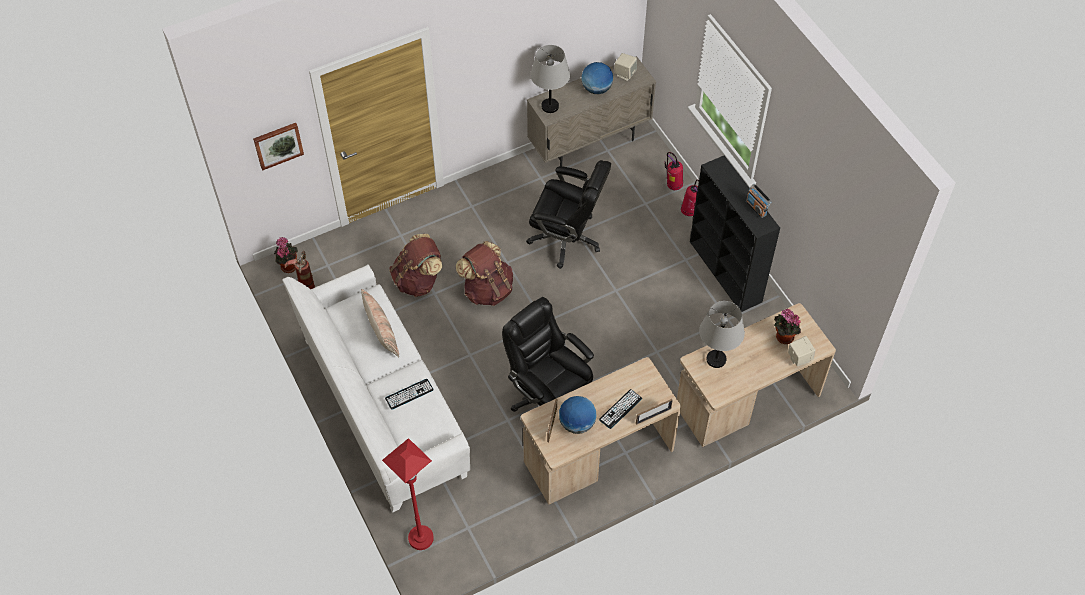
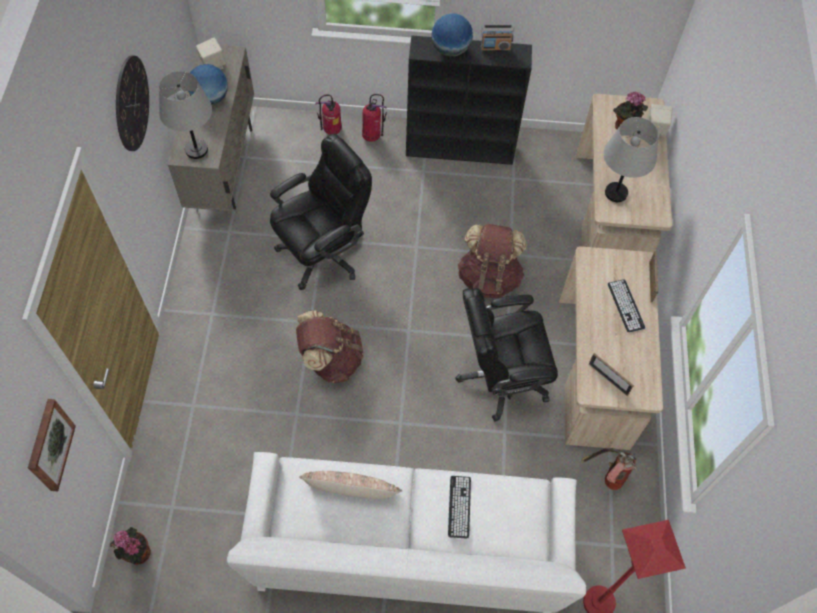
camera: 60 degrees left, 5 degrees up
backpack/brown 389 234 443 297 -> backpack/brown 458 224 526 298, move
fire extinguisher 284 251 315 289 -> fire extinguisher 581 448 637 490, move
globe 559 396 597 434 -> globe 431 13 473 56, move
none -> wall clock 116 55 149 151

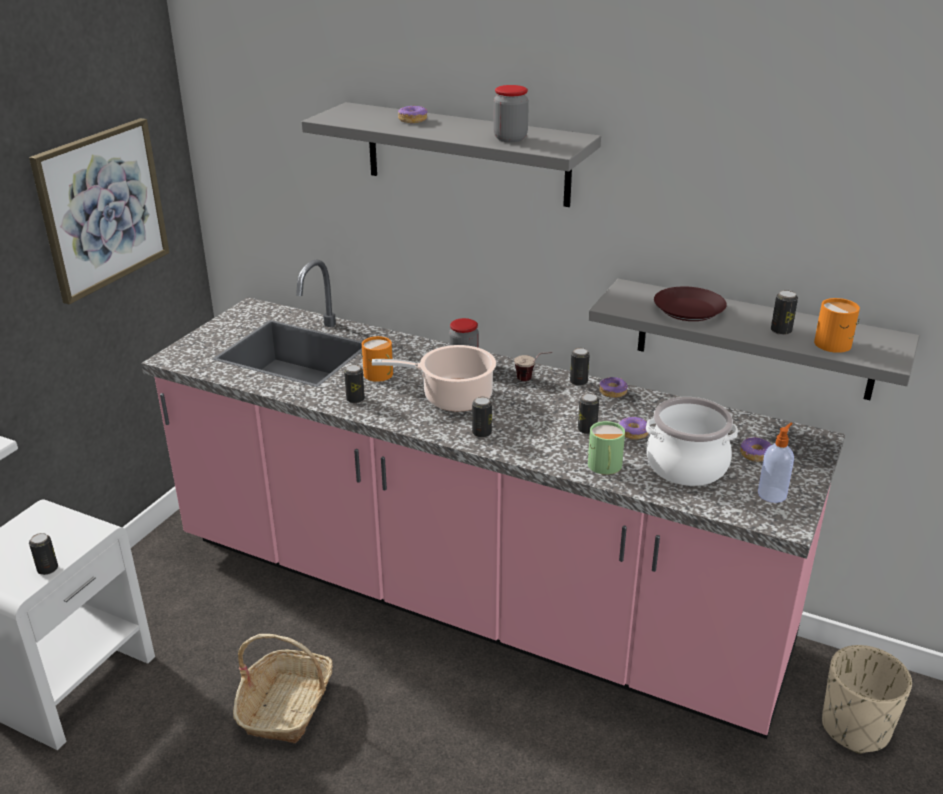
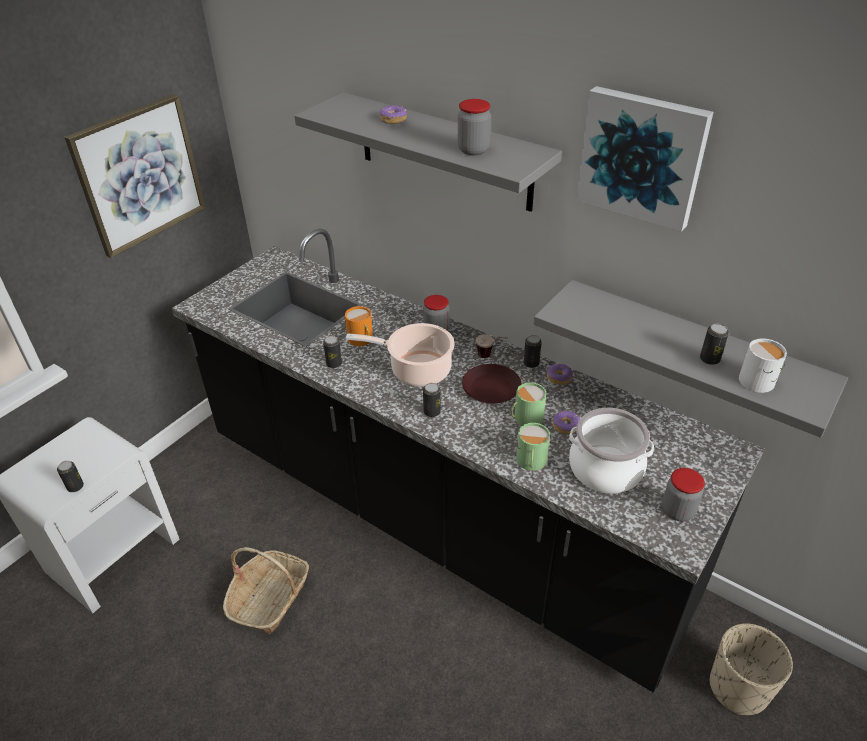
camera: 10 degrees right, 10 degrees up
counter/pink 141 259 845 739 -> counter/black 172 229 765 693
plate/brown 654 286 727 321 -> plate/brown 462 364 521 404, move
mug/orange 814 298 860 353 -> mug/white 739 339 787 393
can 578 393 599 434 -> mug/green 511 382 546 426
soap dispenser 758 423 794 503 -> jar 662 468 705 521
donut 740 437 771 462 -> none
none -> picture 576 86 713 232

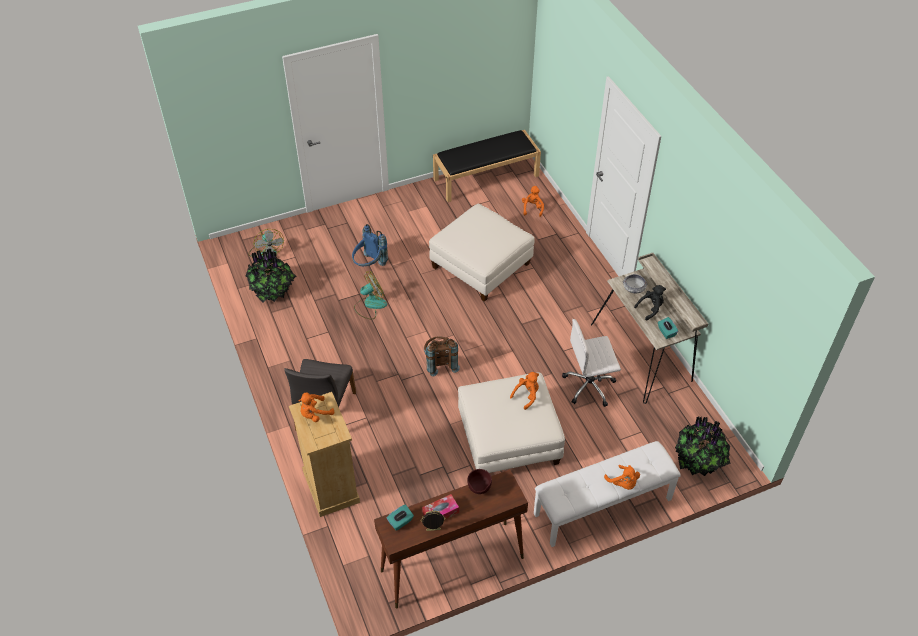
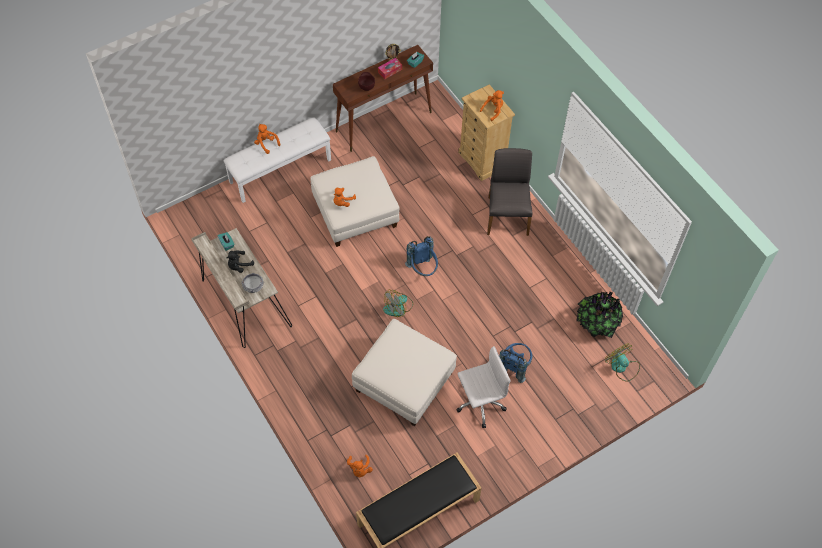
camera: 170 degrees right, 10 degrees up
fan 354 271 387 319 -> fan 383 290 413 317, move
office chair/white 562 319 621 407 -> office chair/white 456 346 511 428, move
backpack/brown 424 336 460 376 -> backpack/blue 405 236 438 276
potted plant 675 416 731 476 -> none

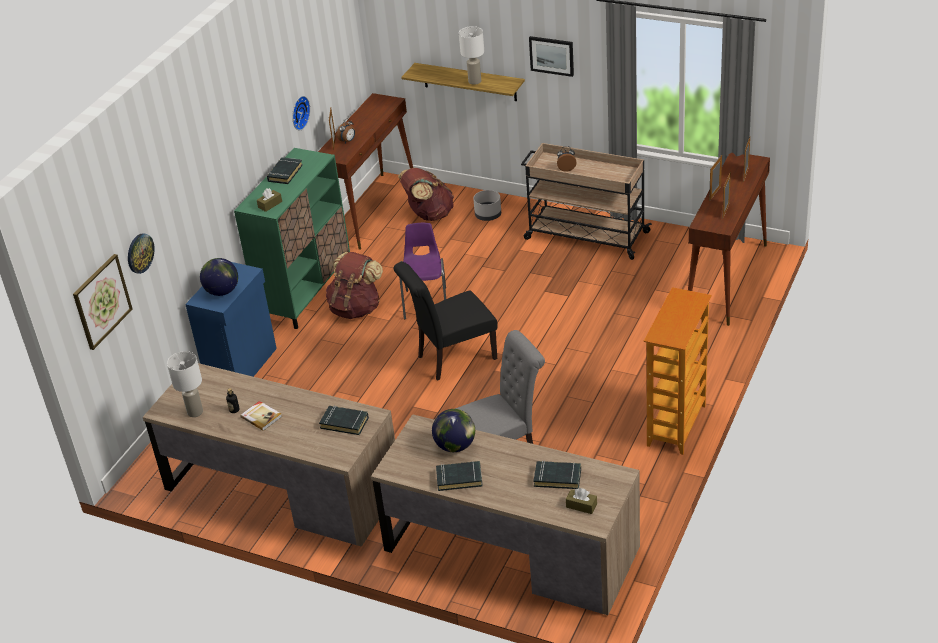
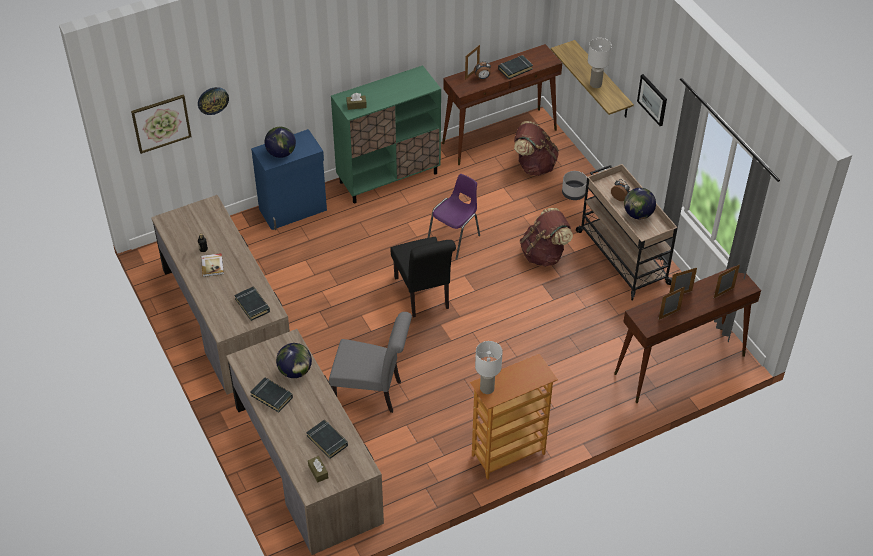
camera: 35 degrees right, 10 degrees up
wall clock 292 96 310 131 -> none
book/black 267 157 303 184 -> book/black 498 55 533 79, move
backpack/brown 326 252 383 319 -> backpack/brown 520 208 573 267, move
chair/black 393 262 498 381 -> chair/black 391 237 456 318, 120 degrees counterclockwise
table lamp/white 167 351 203 417 -> table lamp/white 475 341 503 394, move
none -> globe 624 188 656 220

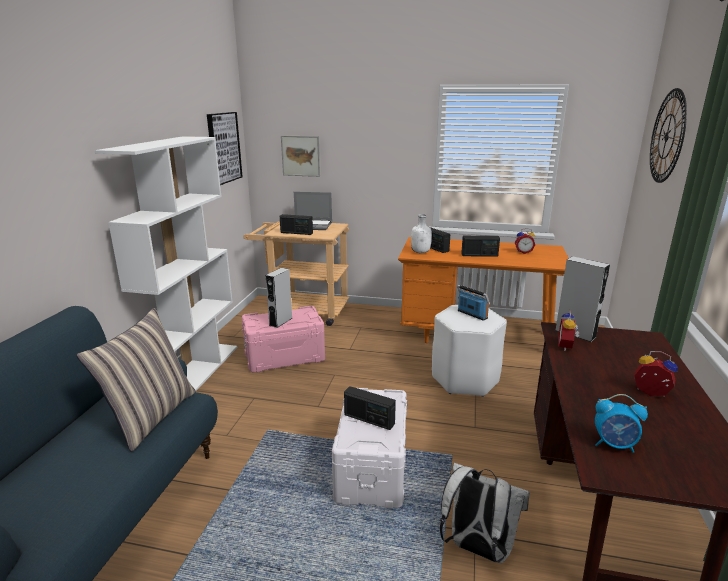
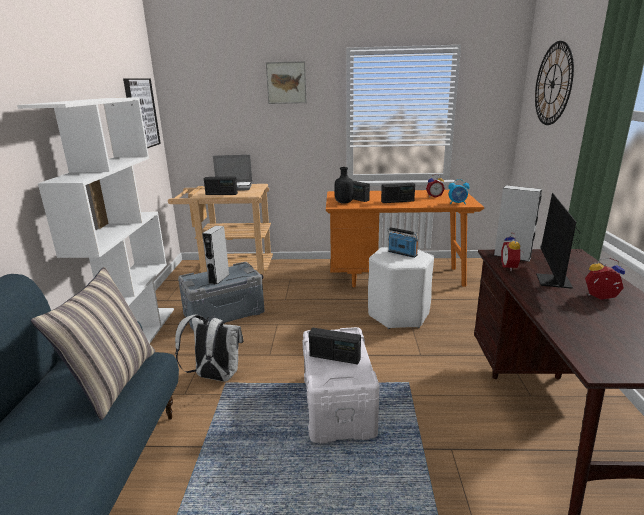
camera: 10 degrees left, 0 degrees up
picture 281 136 320 177 -> picture 266 61 307 104, move
bottle/white 411 214 432 253 -> bottle/black 335 167 354 204
storage box/pink 242 306 325 373 -> storage box/grey 178 262 265 329
alarm clock 595 394 648 453 -> alarm clock 448 179 470 205, move
backpack/white 440 463 530 563 -> backpack/white 175 314 244 382, move
none -> monitor 536 193 582 289

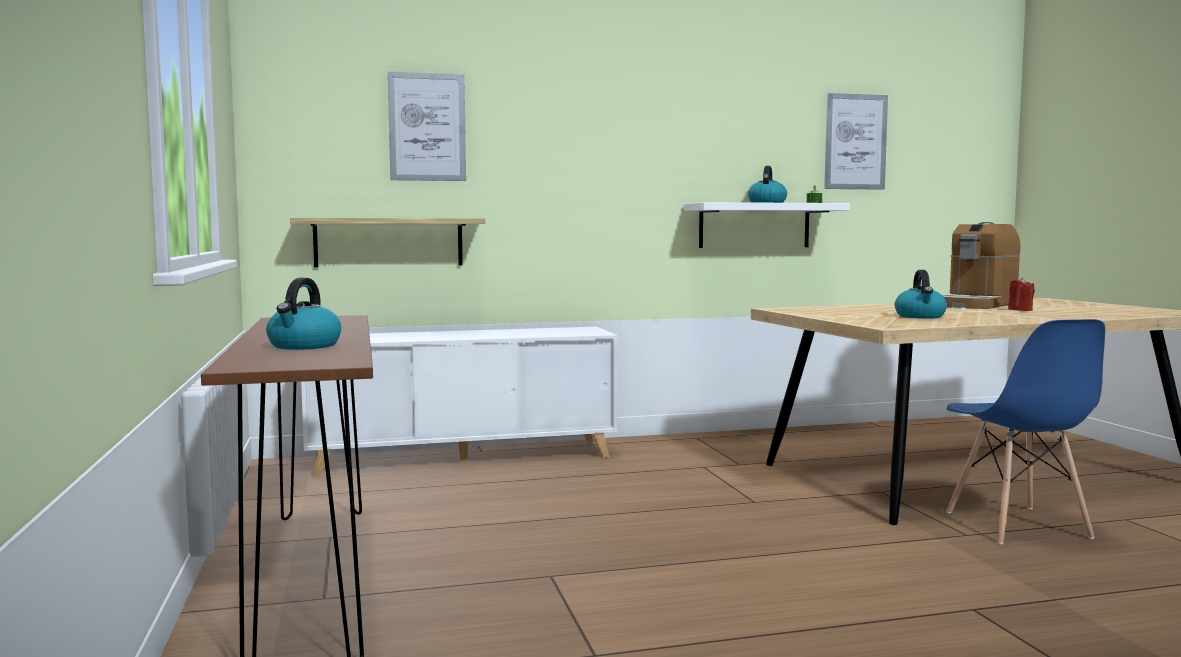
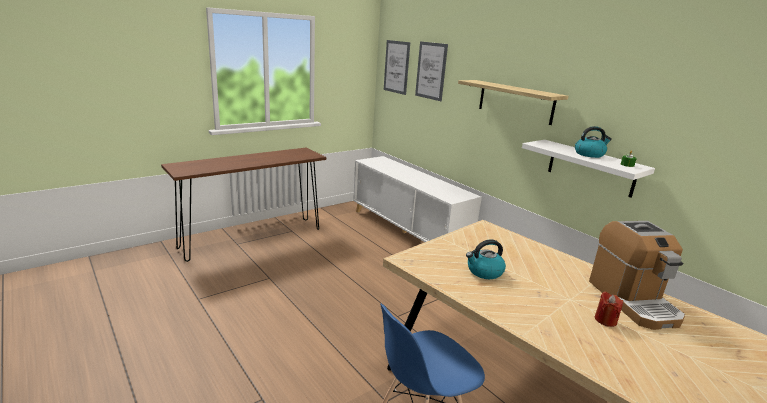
camera: 65 degrees right, 15 degrees up
picture 824 93 888 190 -> picture 384 40 410 95, move
shelf 290 218 485 267 -> shelf 458 80 569 125, move
coffee machine 942 222 1021 309 -> coffee machine 589 221 685 330, 120 degrees counterclockwise
kettle 266 278 341 350 -> none

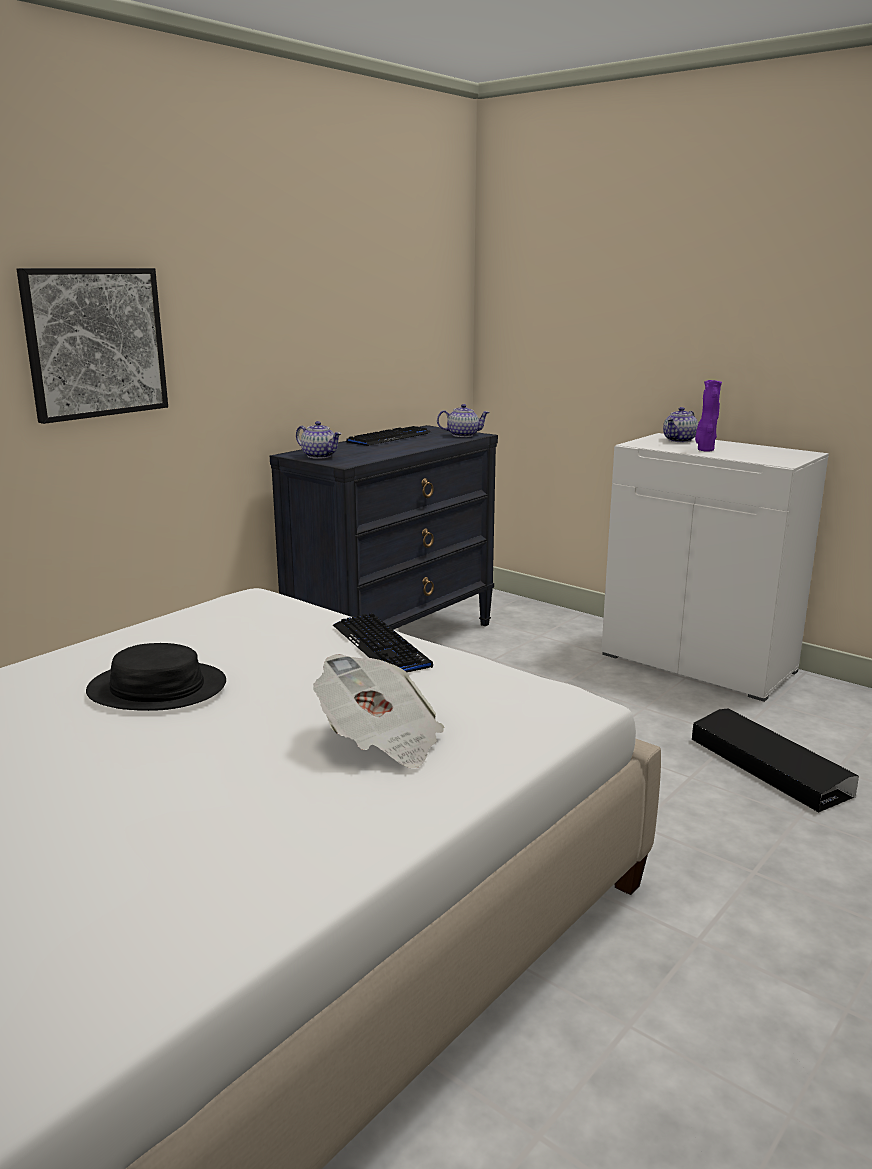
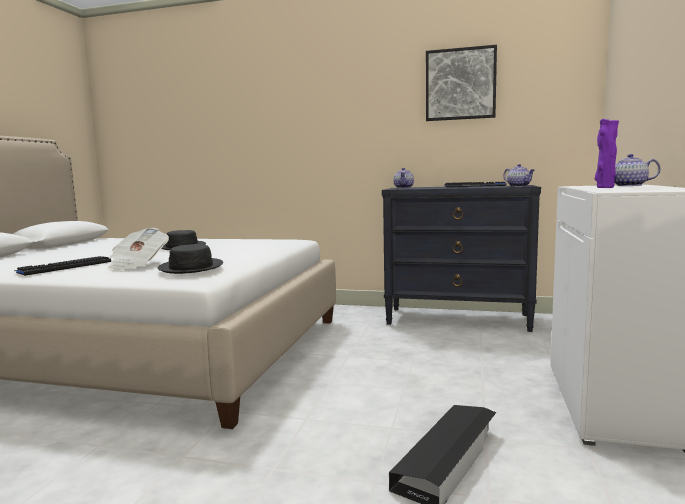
camera: 65 degrees right, 10 degrees down
picture 17 268 168 424 -> picture 426 45 497 121, move
keyboard 333 613 433 672 -> keyboard 14 256 111 276, move
none -> hat/black 158 244 223 274

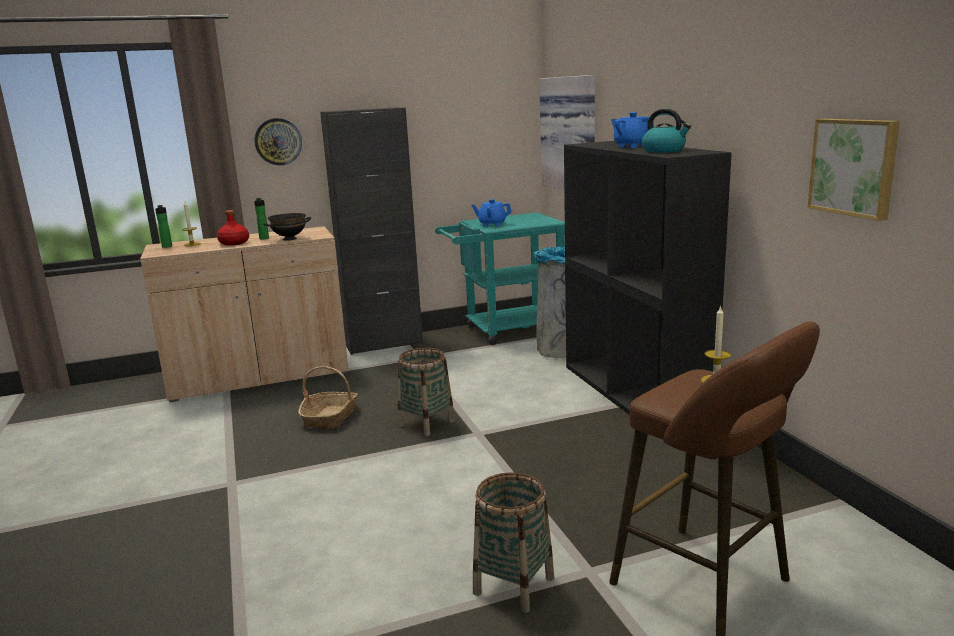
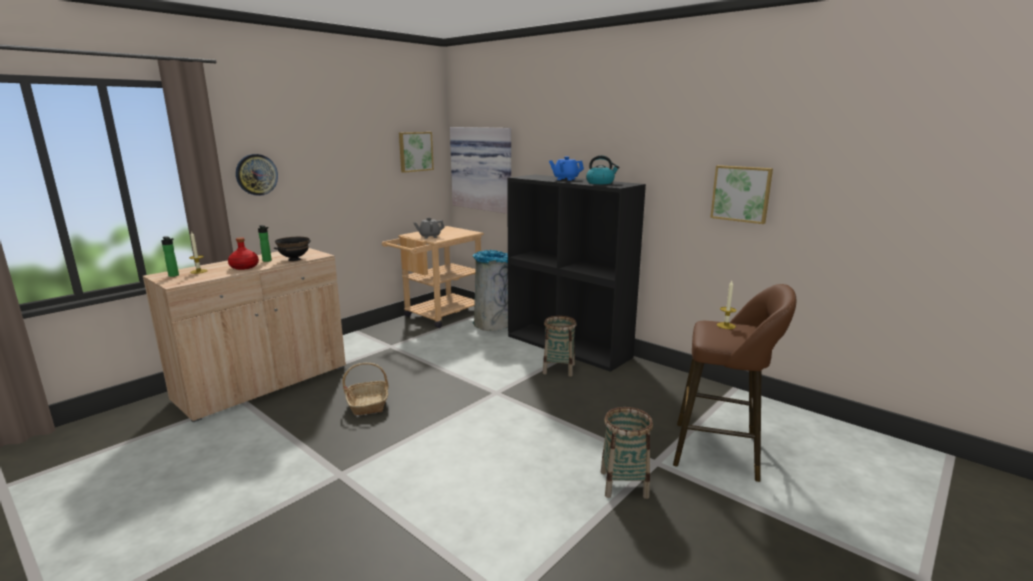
camera: 30 degrees left, 0 degrees up
cabinet/black 320 107 423 355 -> none
teapot/blue 472 199 512 226 -> teapot/grey 414 218 444 239
cart/turquoise 435 213 565 345 -> cart/beige 382 226 484 328
basket 398 348 455 436 -> basket 543 316 576 377, move
none -> picture 399 132 434 173

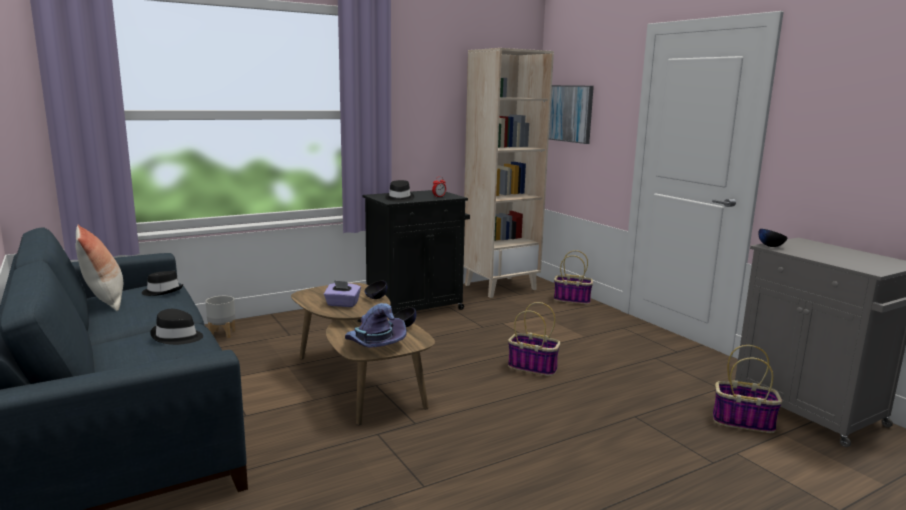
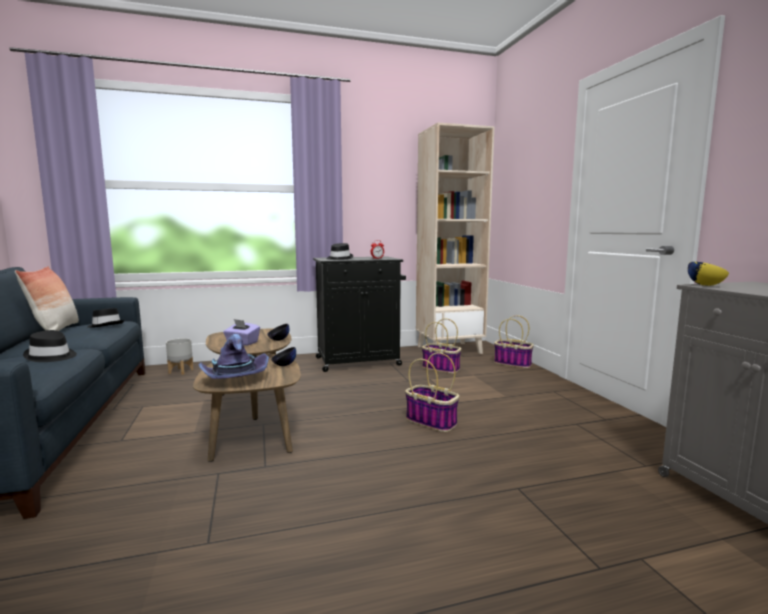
camera: 15 degrees right, 5 degrees down
picture 549 85 594 144 -> none
bowl/black 758 229 787 247 -> bowl/yellow 688 262 729 286
basket 713 345 782 433 -> basket 422 318 461 374, move

